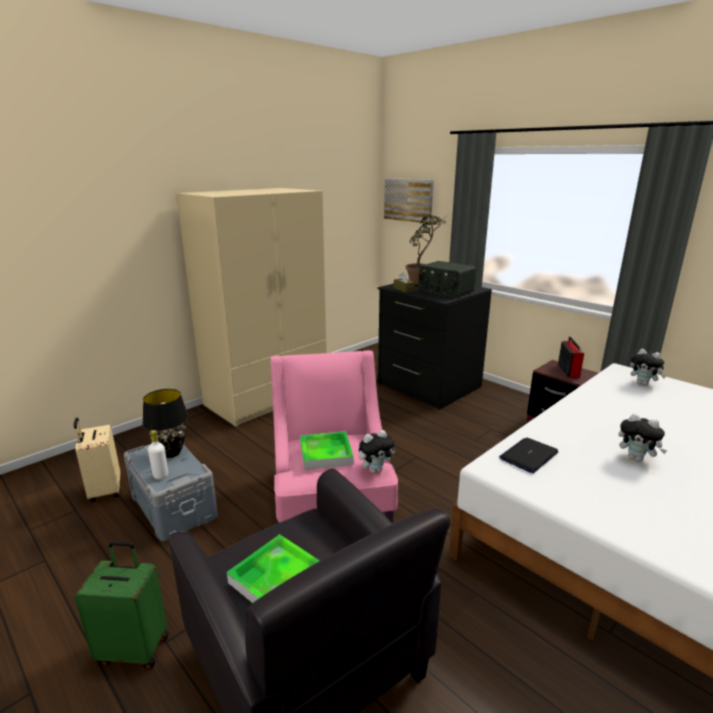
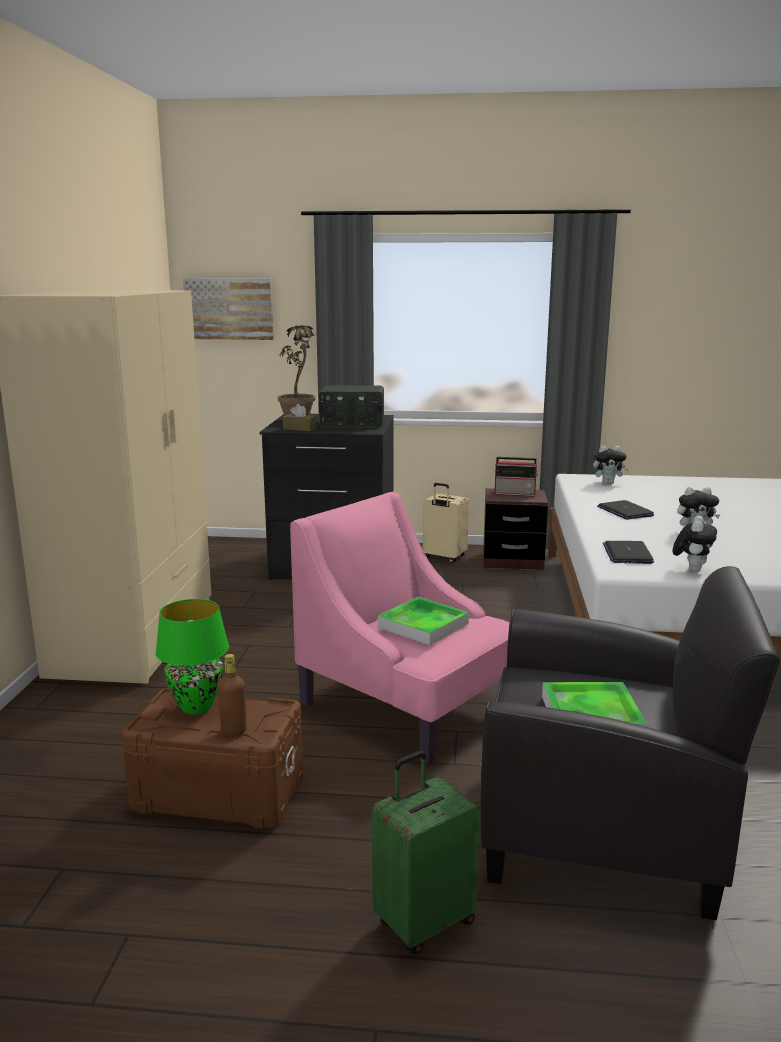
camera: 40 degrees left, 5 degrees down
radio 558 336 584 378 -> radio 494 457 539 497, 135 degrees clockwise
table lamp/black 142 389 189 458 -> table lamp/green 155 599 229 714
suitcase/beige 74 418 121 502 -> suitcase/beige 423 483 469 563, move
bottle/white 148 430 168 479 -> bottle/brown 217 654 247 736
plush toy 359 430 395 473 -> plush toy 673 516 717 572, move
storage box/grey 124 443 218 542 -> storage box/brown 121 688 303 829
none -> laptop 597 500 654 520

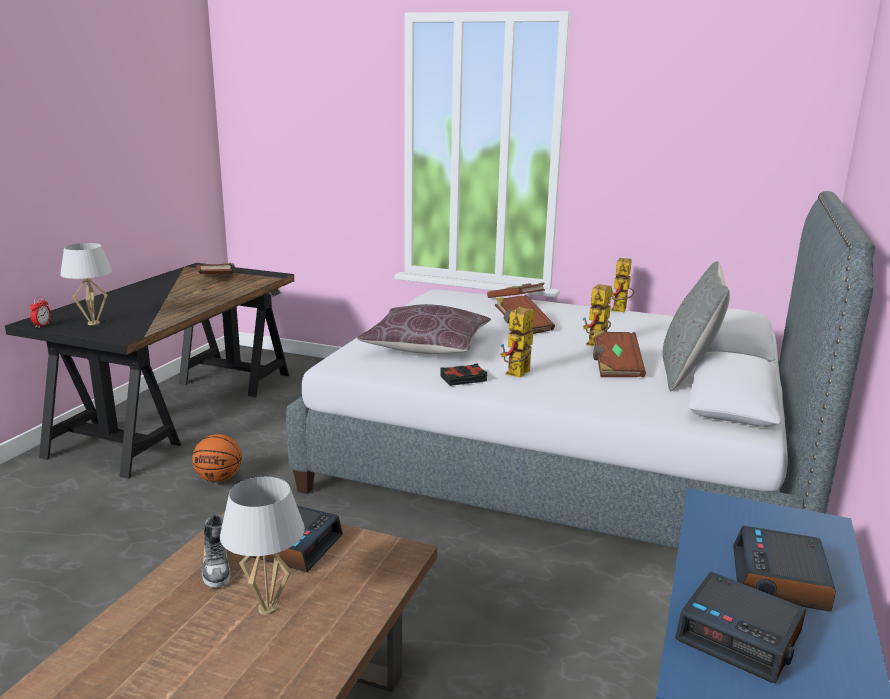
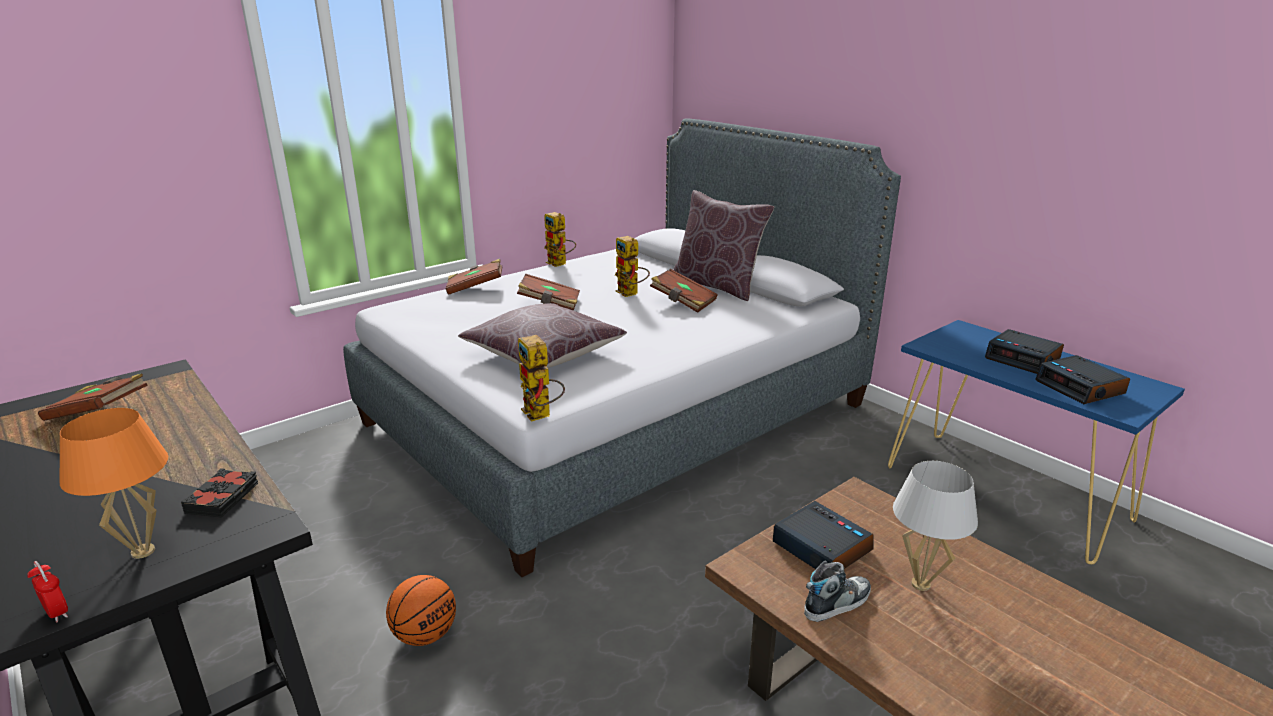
camera: 60 degrees left, 5 degrees up
table lamp/white 60 243 112 325 -> table lamp/orange 60 408 168 559
pillow/grey 662 261 730 391 -> pillow/brown 673 190 774 301
toy robot 500 307 534 377 -> toy robot 518 335 565 422, move
book/black 440 363 488 386 -> book/black 181 468 258 517, move
shoe 202 514 231 588 -> shoe 804 560 871 622, 45 degrees counterclockwise
alarm clock 675 571 806 683 -> alarm clock 1035 355 1130 404, 90 degrees clockwise

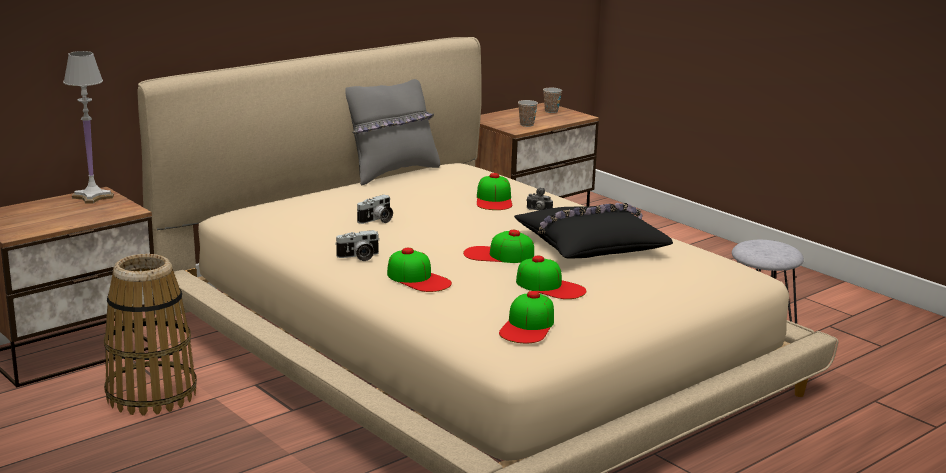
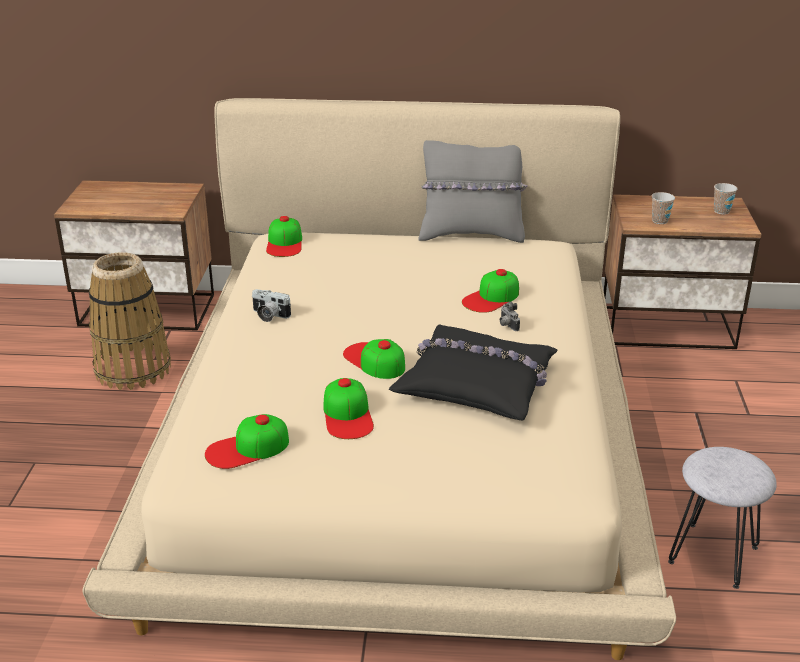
camera: 45 degrees right, 10 degrees up
table lamp/white 63 51 114 204 -> none
photo camera 357 195 393 224 -> none
cap 387 248 452 292 -> cap 266 216 302 257, move

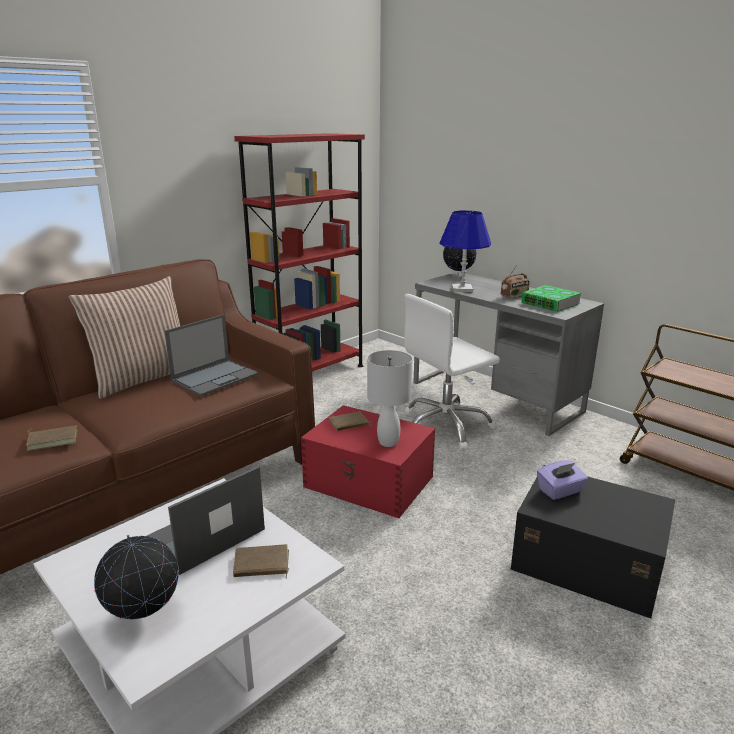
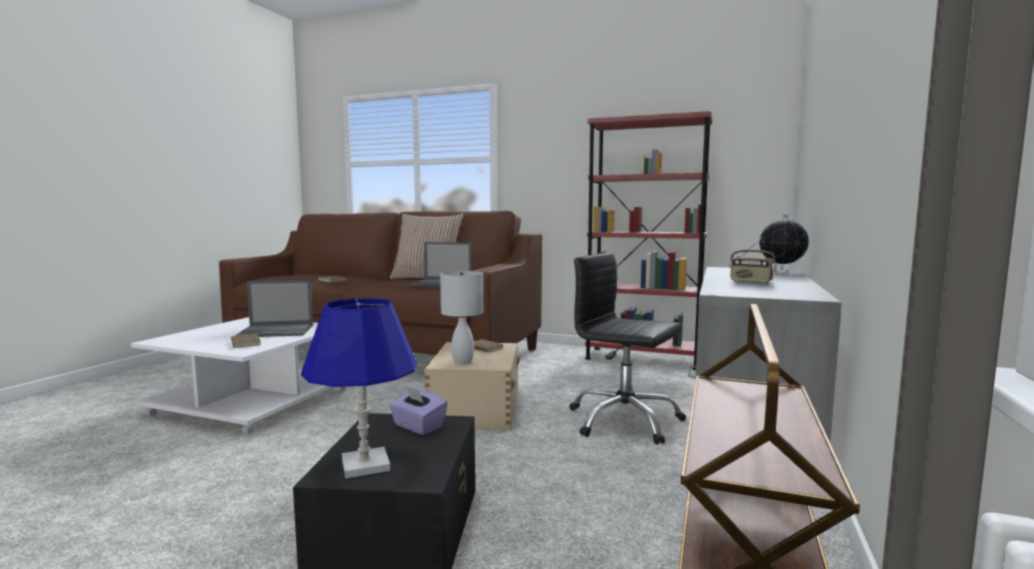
camera: 65 degrees right, 15 degrees down
table lamp/blue 439 210 491 292 -> table lamp/blue 301 298 417 478, move
book 521 285 582 312 -> none
office chair/white 404 294 500 450 -> office chair/black 569 253 686 445
storage box/red 301 405 435 518 -> storage box/beige 424 342 520 430
laptop 147 466 265 575 -> laptop 235 280 313 337, 150 degrees clockwise
globe 94 535 179 619 -> none

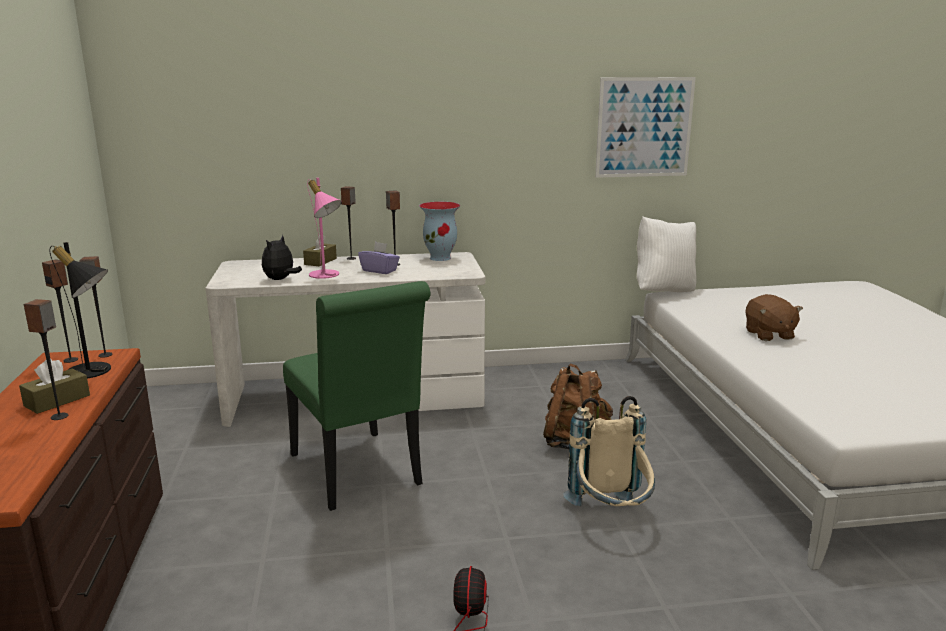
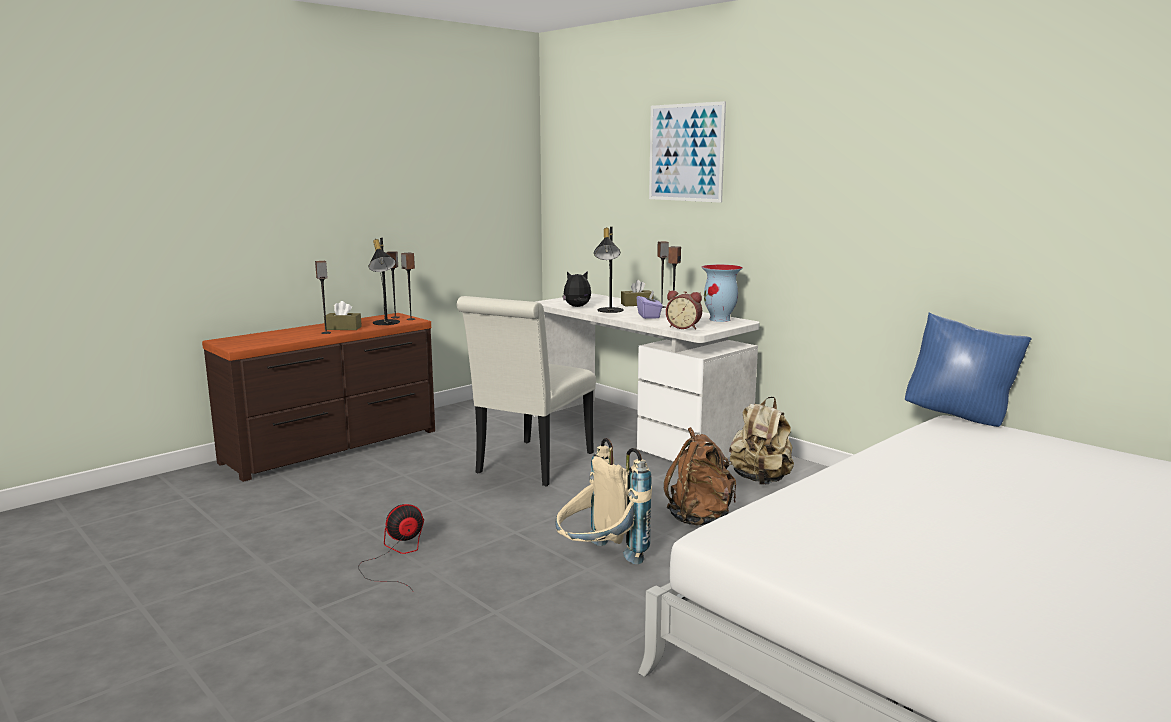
camera: 55 degrees right, 5 degrees down
picture 595 77 696 178 -> picture 649 101 726 203, move
table lamp/pink 307 178 342 279 -> table lamp/black 594 226 624 313
pillow/white 637 216 697 292 -> pillow/blue 905 312 1032 427
chair/green 283 281 431 511 -> chair/white 457 296 596 486
plush toy/brown 745 294 803 341 -> none
none -> alarm clock 666 290 702 329
none -> backpack/beige 729 397 794 485

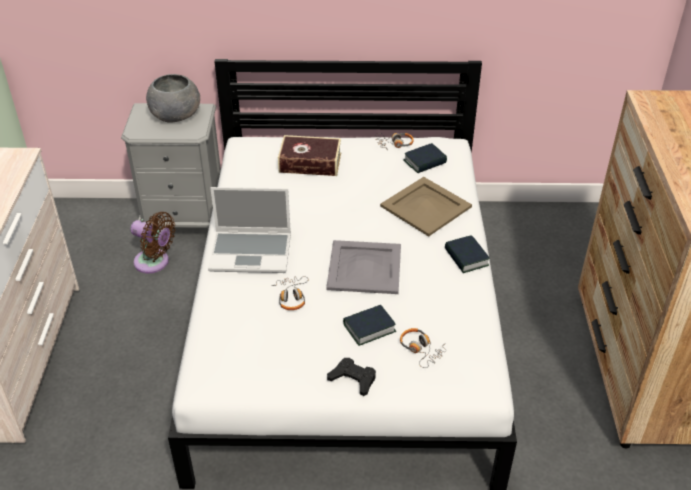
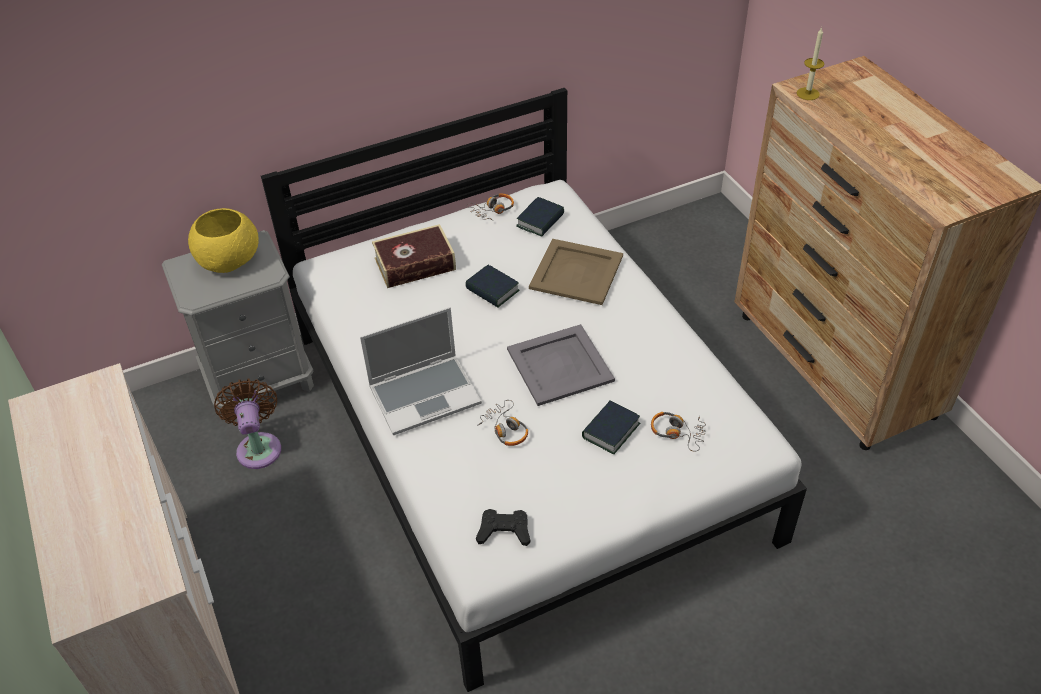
camera: 25 degrees left, 5 degrees up
bowl/grey 146 74 200 123 -> bowl/yellow 188 208 259 273
fan/brown 130 212 175 273 -> fan/brown 214 379 281 469, 105 degrees counterclockwise
book 445 235 490 273 -> book 465 265 519 307, move
game controller/black 327 358 376 396 -> game controller/black 476 509 530 546, move
none -> candle 797 27 824 100

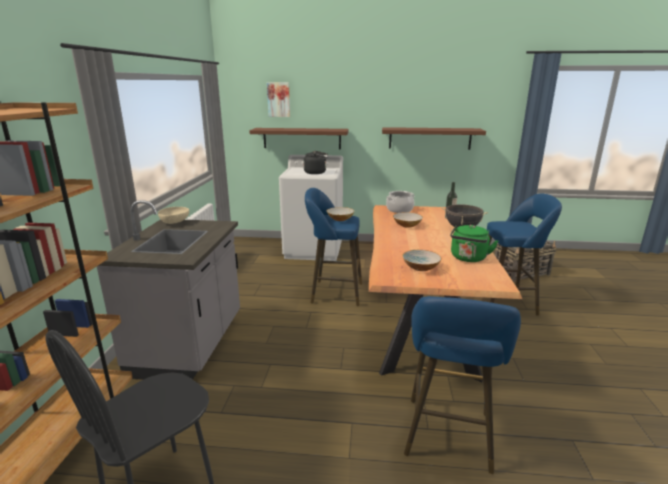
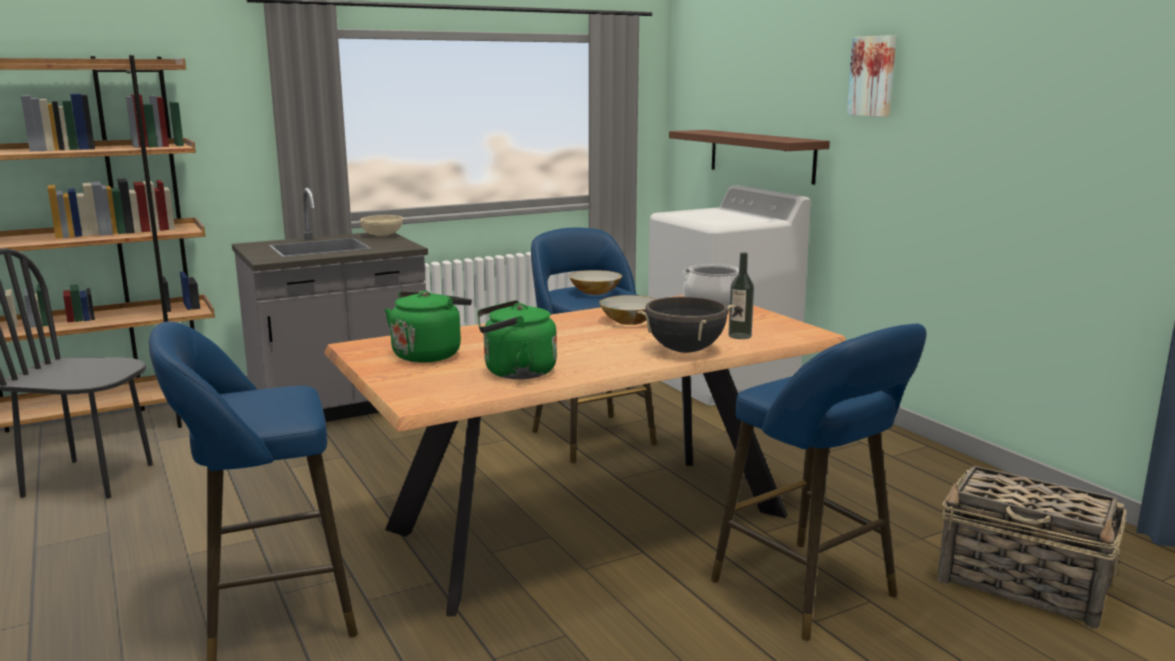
camera: 55 degrees right, 5 degrees down
picture 267 82 290 117 -> picture 847 35 896 117, move
shelf/brown 382 127 486 150 -> none
kettle/black 304 151 328 174 -> none
bowl 402 250 442 271 -> kettle/green 385 291 472 363

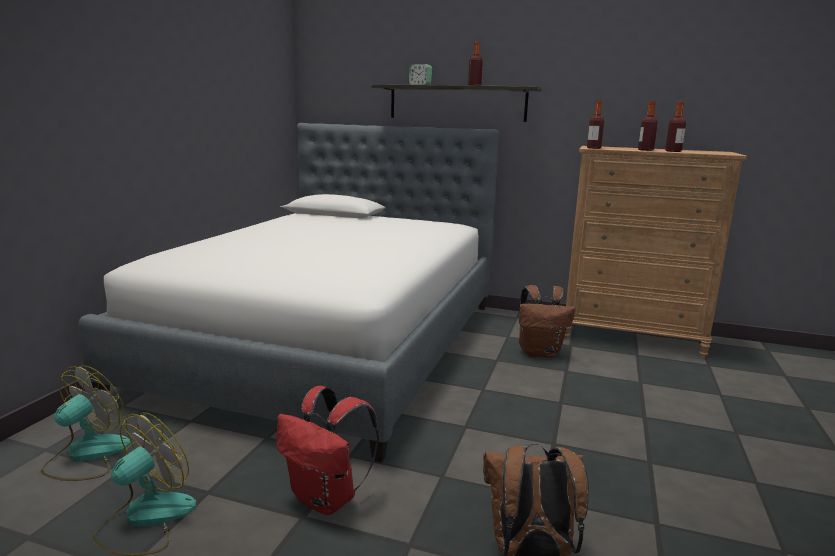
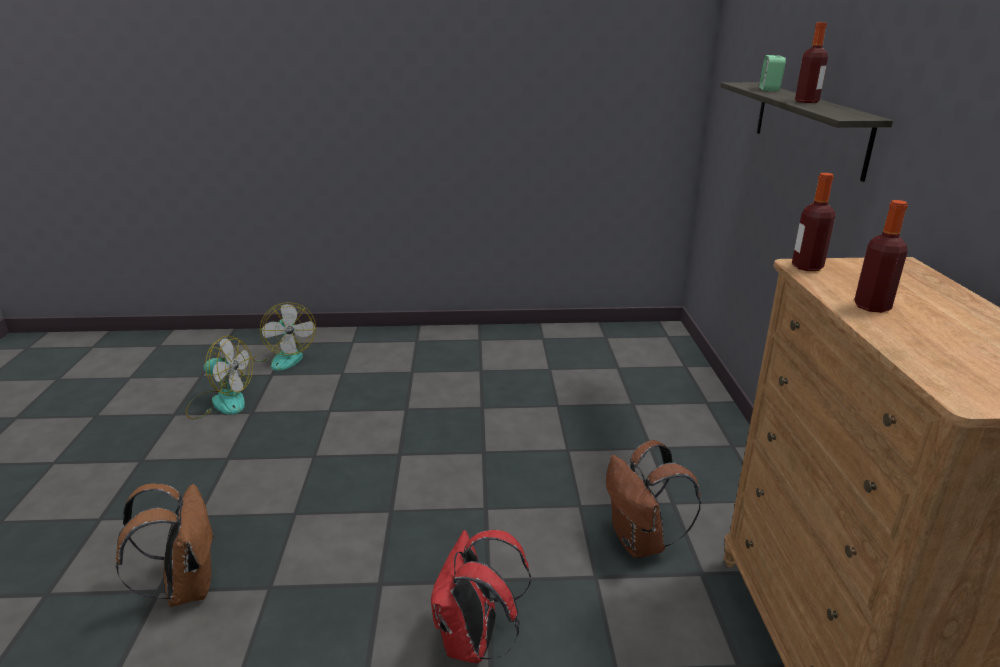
camera: 70 degrees right, 10 degrees up
bottle 665 102 686 152 -> none
bed 78 123 499 463 -> none
fan 41 366 131 481 -> fan 252 302 316 371, 60 degrees clockwise
backpack/red 276 386 379 515 -> backpack/red 431 530 531 663, move

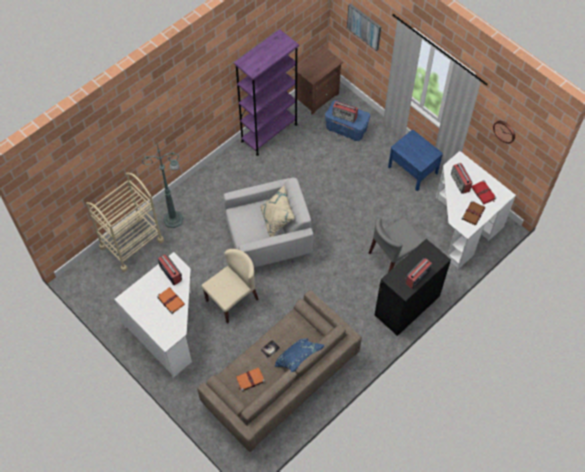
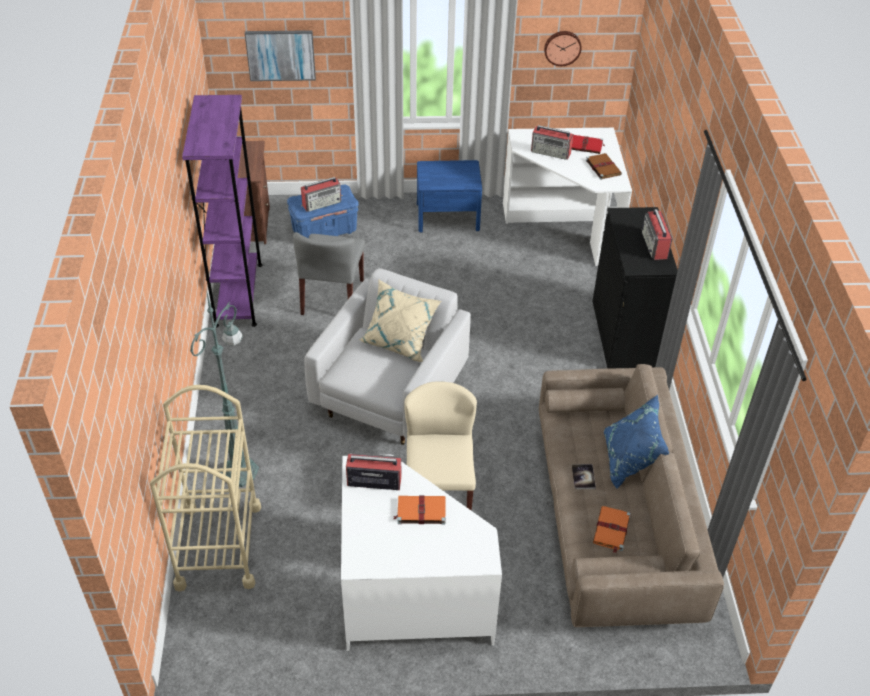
camera: 50 degrees left, 15 degrees down
chair/grey 369 217 424 272 -> chair/grey 293 232 365 315, move

